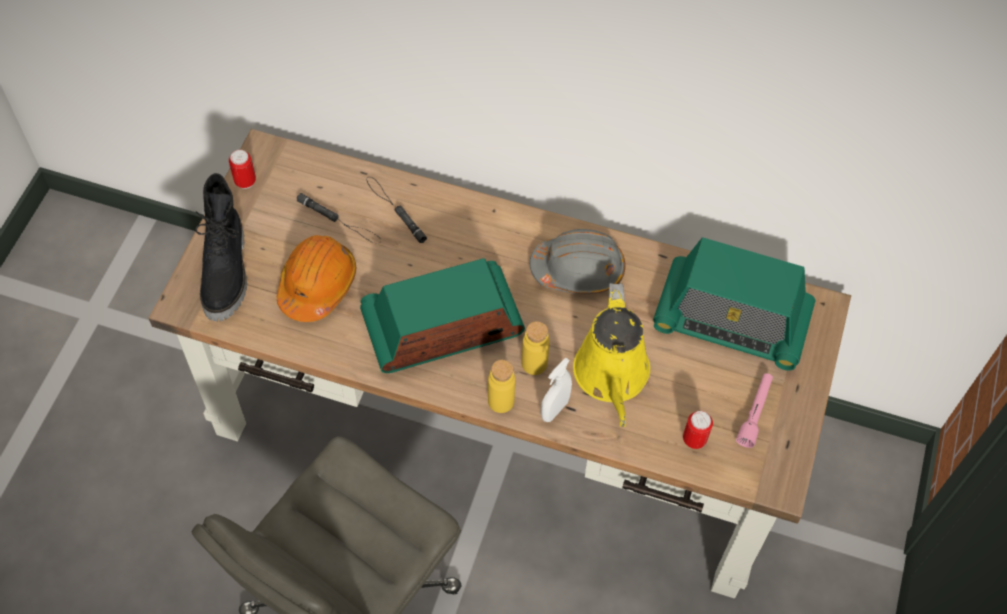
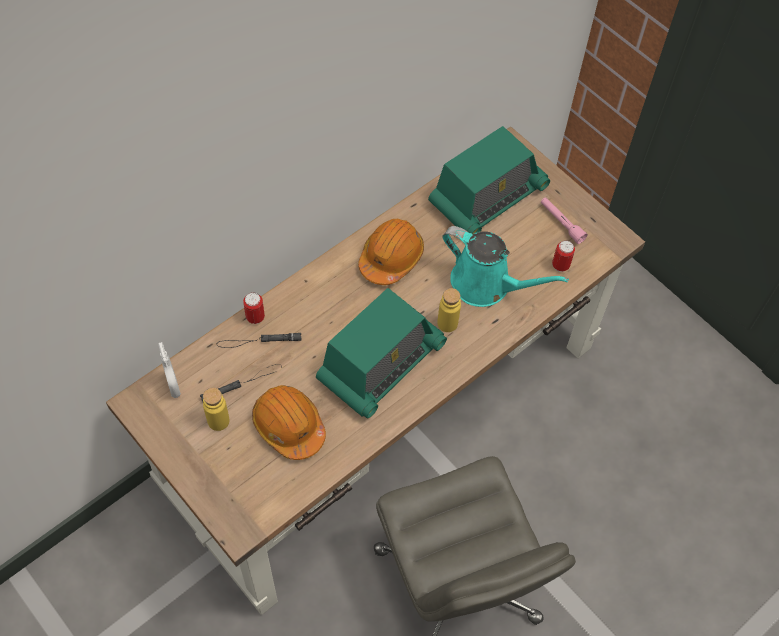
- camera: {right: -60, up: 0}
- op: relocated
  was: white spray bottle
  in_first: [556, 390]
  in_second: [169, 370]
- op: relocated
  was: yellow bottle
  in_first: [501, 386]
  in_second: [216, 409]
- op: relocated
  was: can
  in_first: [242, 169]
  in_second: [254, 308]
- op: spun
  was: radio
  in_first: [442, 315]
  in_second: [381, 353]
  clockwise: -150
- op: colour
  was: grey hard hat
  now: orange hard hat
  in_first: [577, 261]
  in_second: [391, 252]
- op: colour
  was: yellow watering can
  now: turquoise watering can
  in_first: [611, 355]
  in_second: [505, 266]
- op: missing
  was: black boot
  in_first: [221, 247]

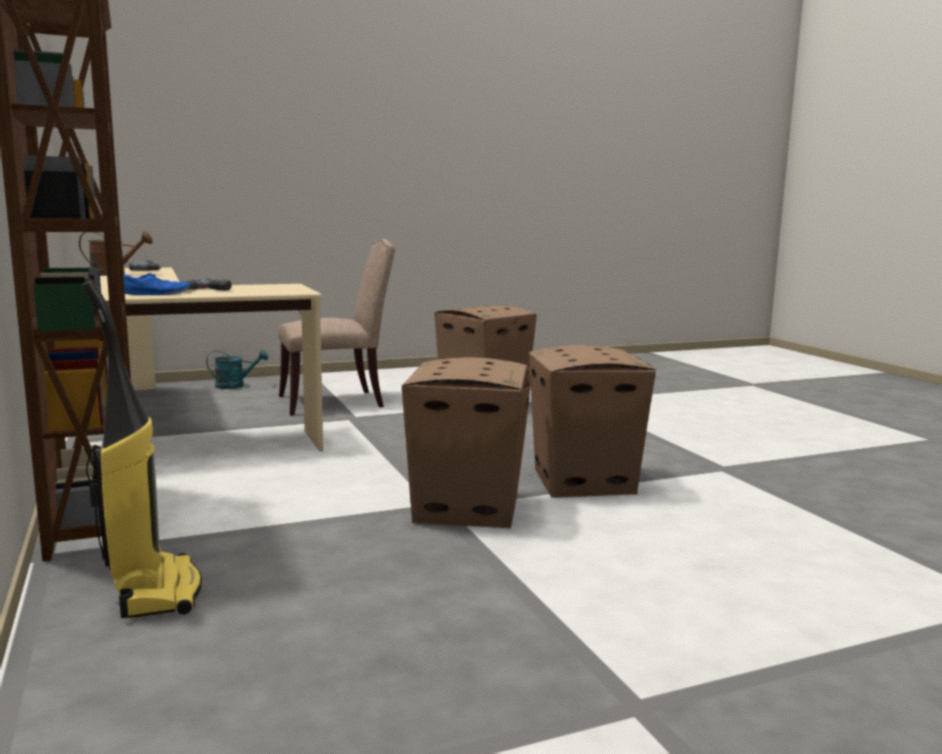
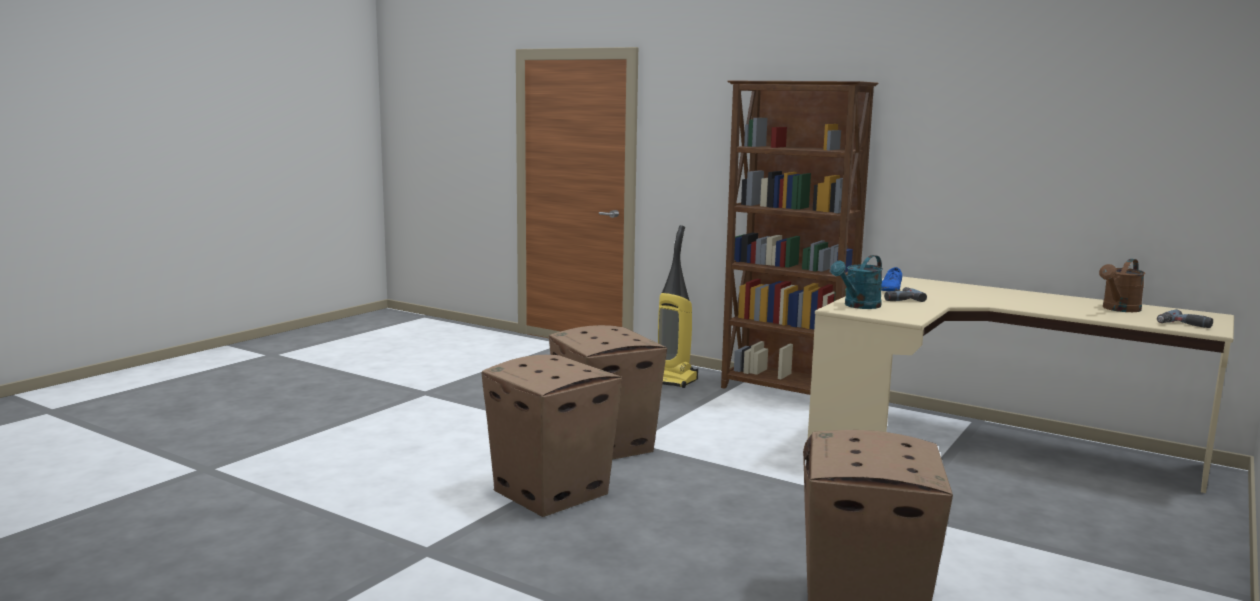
- camera: {right: 145, up: 0}
- op: relocated
  was: turquoise watering can
  in_first: [237, 369]
  in_second: [857, 282]
- op: missing
  was: beige chair
  in_first: [337, 327]

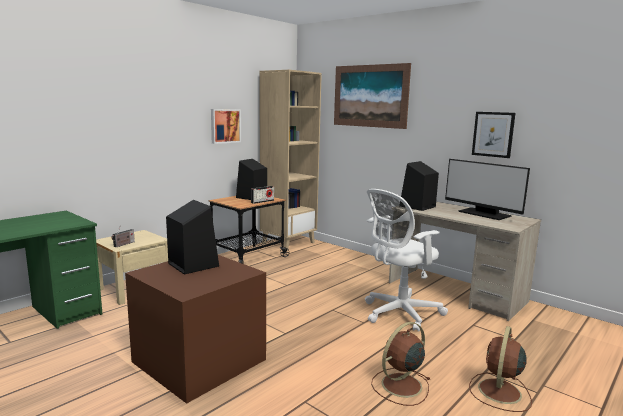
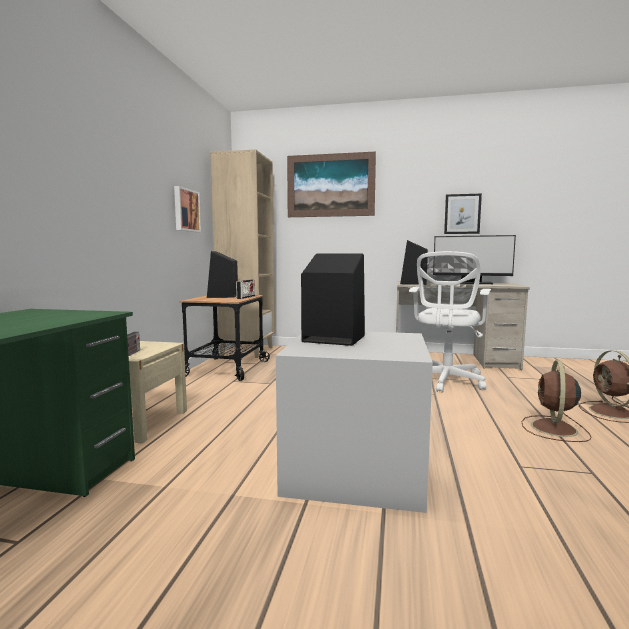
- camera: {right: -30, up: -5}
- op: colour
  was: brown storage box
  now: grey storage box
  in_first: [195, 329]
  in_second: [354, 422]

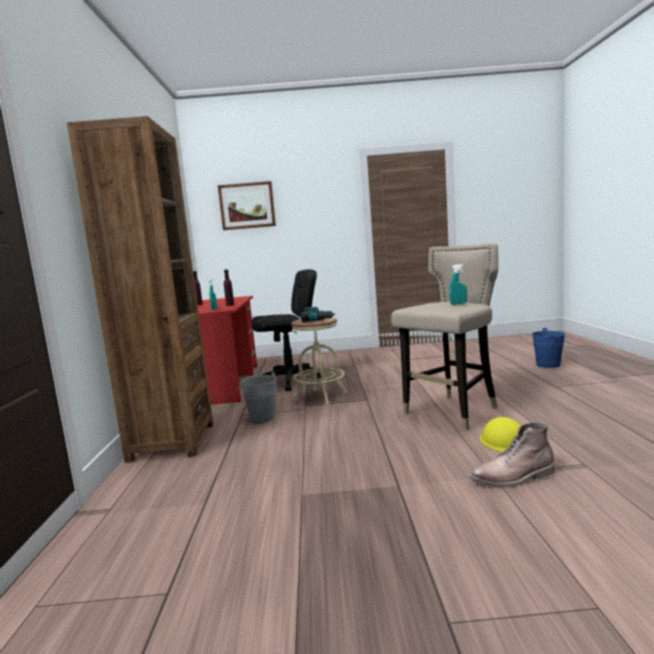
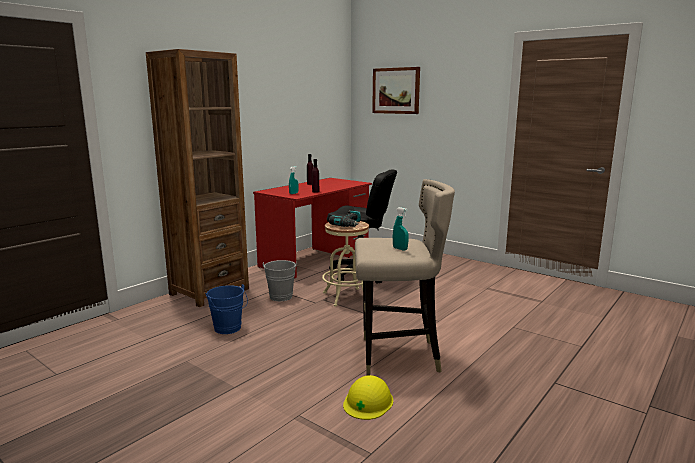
- camera: {right: 40, up: 5}
- op: relocated
  was: blue bucket
  in_first: [551, 348]
  in_second: [226, 309]
- op: missing
  was: brown boot
  in_first: [512, 455]

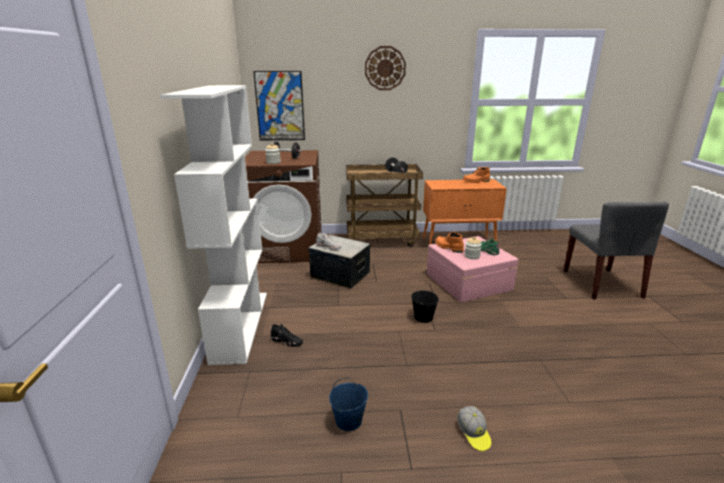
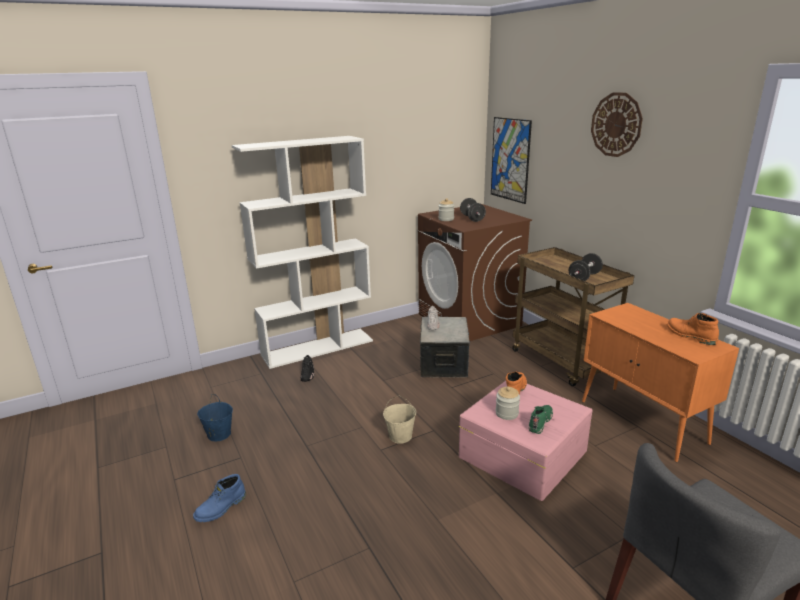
- camera: {right: 65, up: 0}
- op: exchanged
  was: cap
  now: blue boot
  in_first: [474, 428]
  in_second: [219, 498]
- op: colour
  was: black bucket
  now: beige bucket
  in_first: [425, 303]
  in_second: [399, 419]

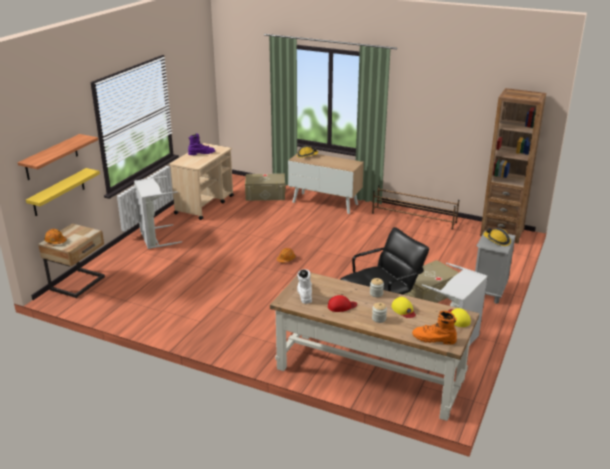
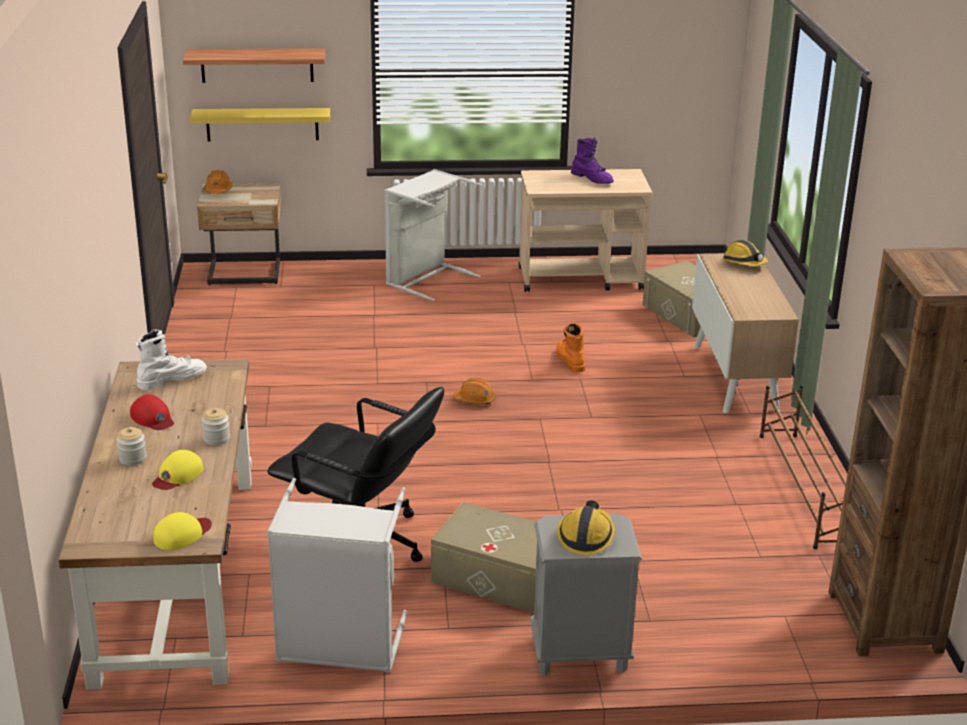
- camera: {right: 60, up: 0}
- op: relocated
  was: orange boot
  in_first: [434, 328]
  in_second: [571, 348]

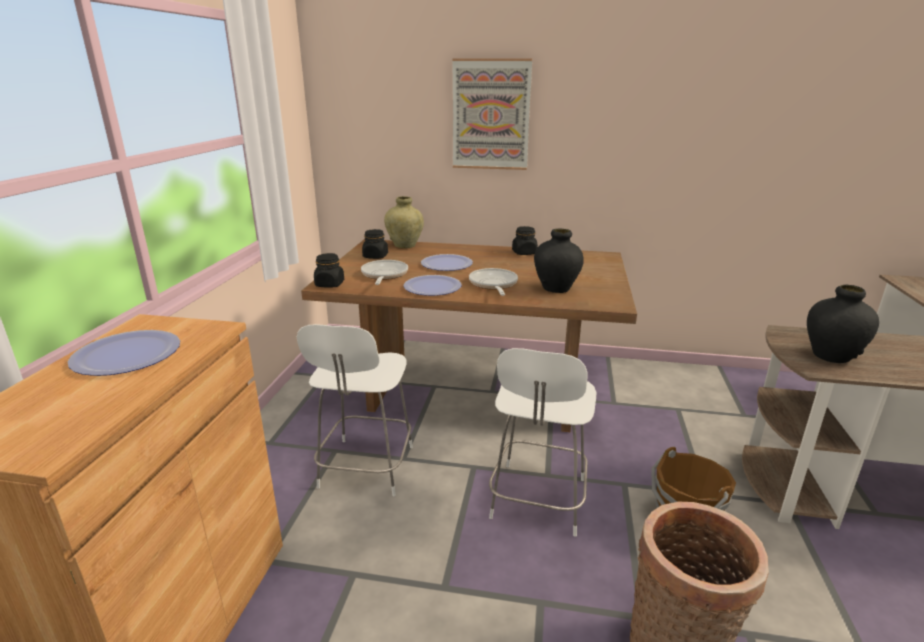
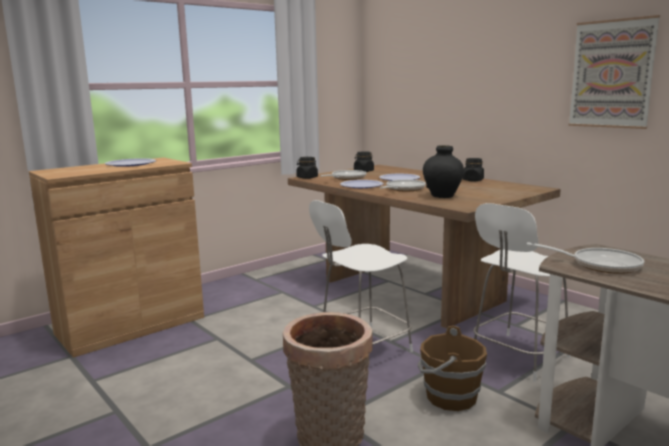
- camera: {right: 40, up: -10}
- op: relocated
  was: white chair
  in_first: [355, 410]
  in_second: [521, 292]
- op: exchanged
  was: black vase
  now: frying pan
  in_first: [843, 323]
  in_second: [585, 258]
- op: relocated
  was: picture
  in_first: [492, 114]
  in_second: [614, 72]
- op: missing
  was: beige vase
  in_first: [404, 222]

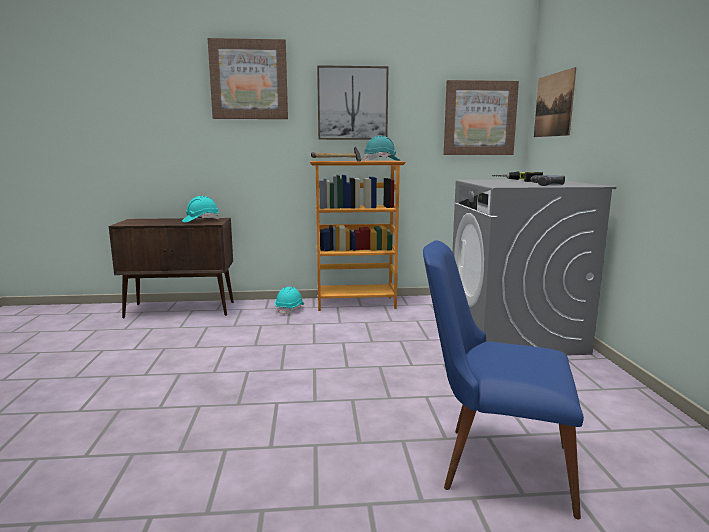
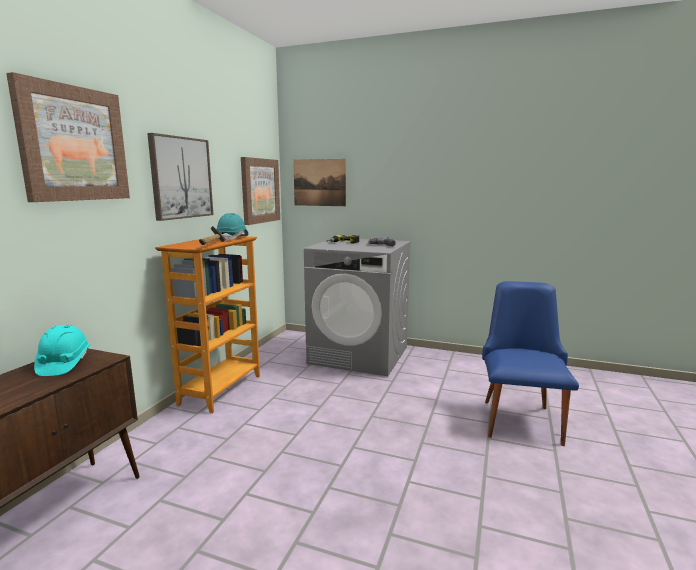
- camera: {right: -65, up: 0}
- op: spun
  was: blue chair
  in_first: [503, 380]
  in_second: [530, 363]
  clockwise: 150
- op: missing
  was: turquoise hard hat
  in_first: [289, 301]

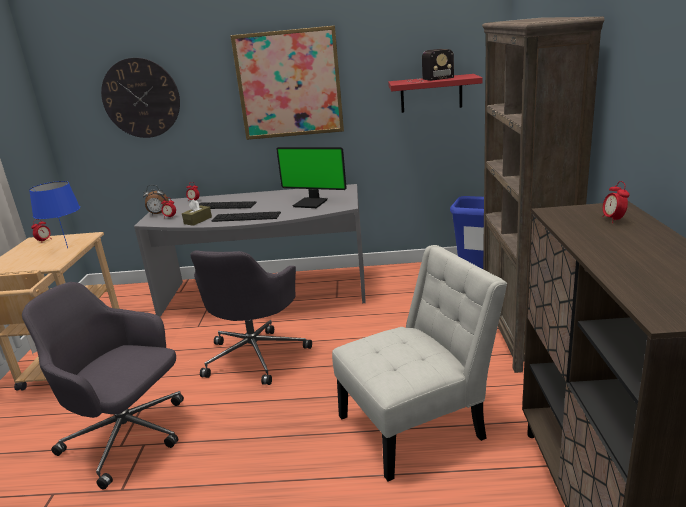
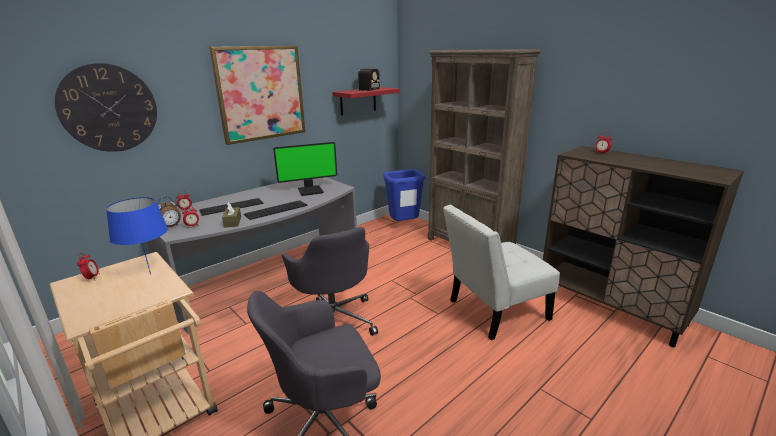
- camera: {right: -45, up: 0}
- op: spun
  was: white chair
  in_first: [419, 363]
  in_second: [501, 272]
  clockwise: -135

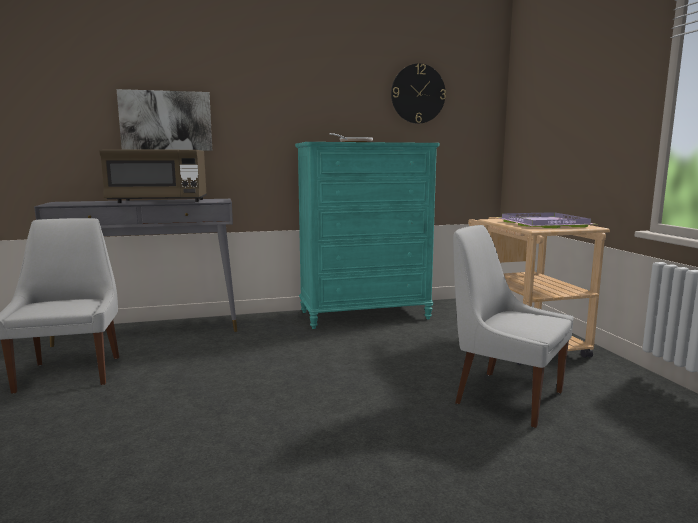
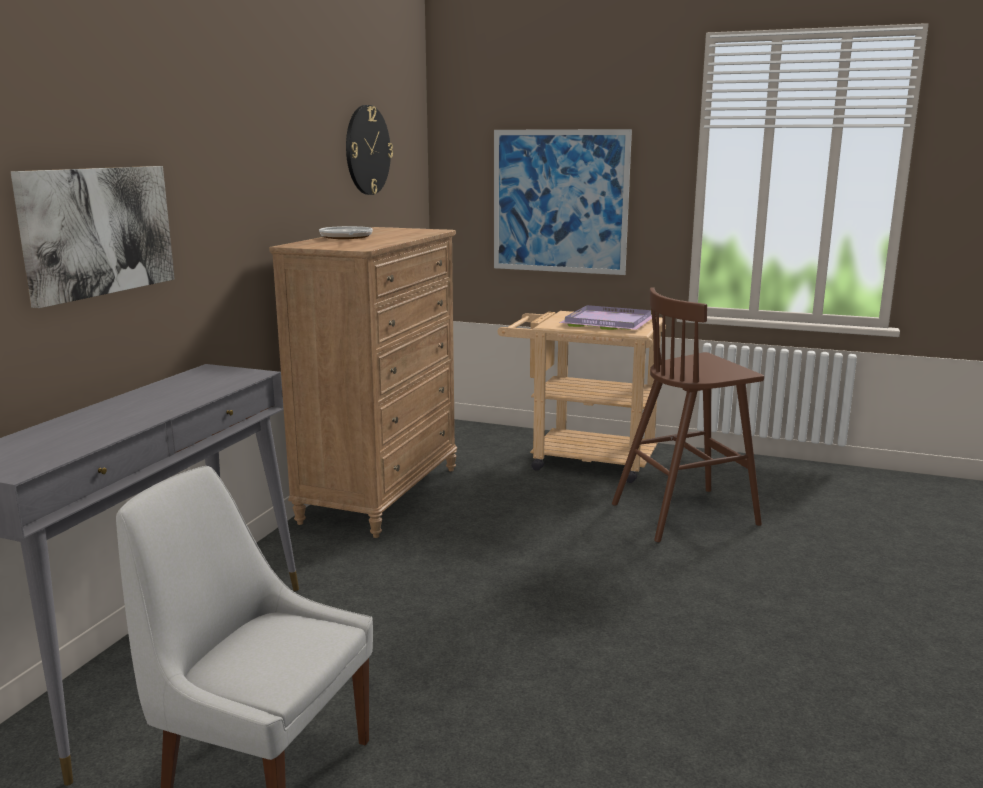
- camera: {right: -55, up: 5}
- op: colour
  was: turquoise dresser
  now: brown dresser
  in_first: [367, 235]
  in_second: [363, 382]
- op: appeared
  now: picture
  in_second: [563, 202]
- op: exchanged
  was: white chair
  now: brown stool
  in_first: [513, 326]
  in_second: [688, 414]
- op: missing
  was: brown microwave
  in_first: [153, 176]

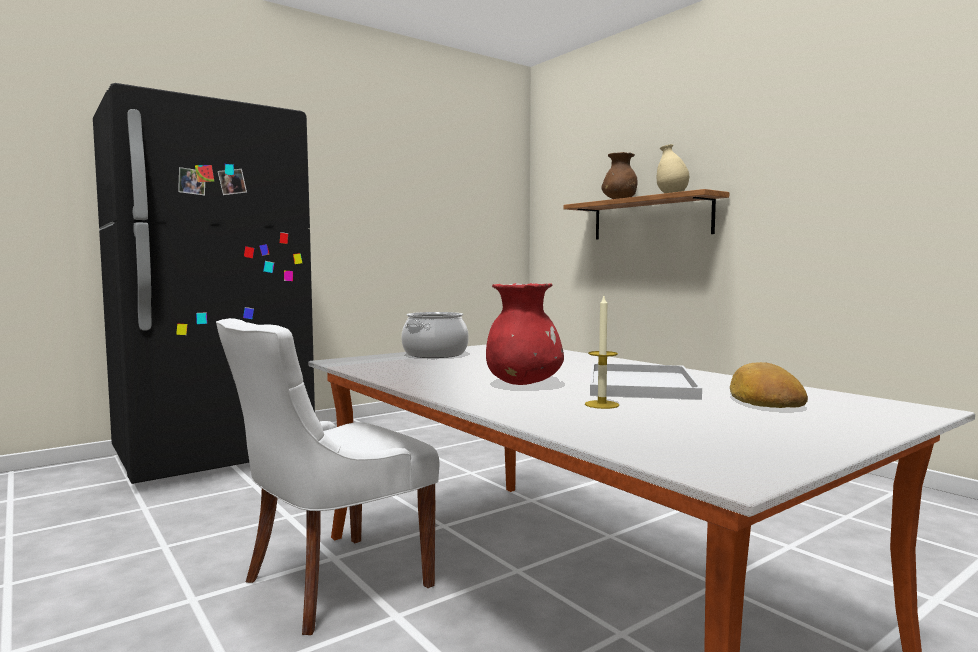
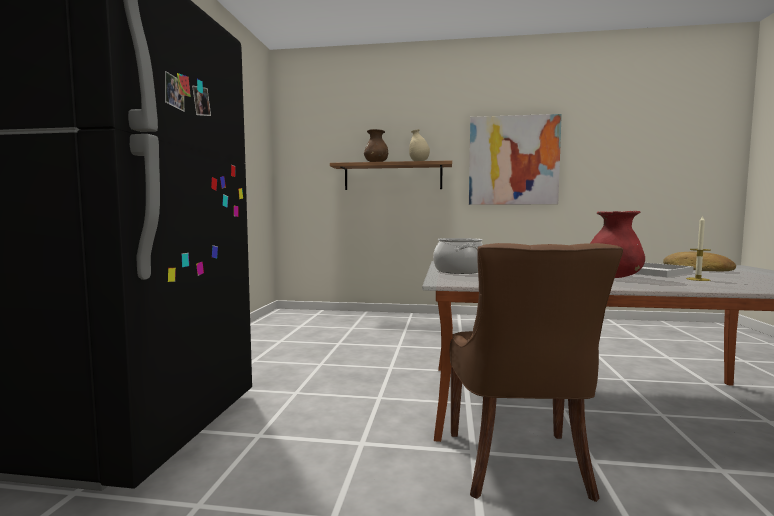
- camera: {right: -45, up: 0}
- op: colour
  was: white chair
  now: brown chair
  in_first: [327, 476]
  in_second: [536, 372]
- op: appeared
  now: picture
  in_second: [515, 159]

